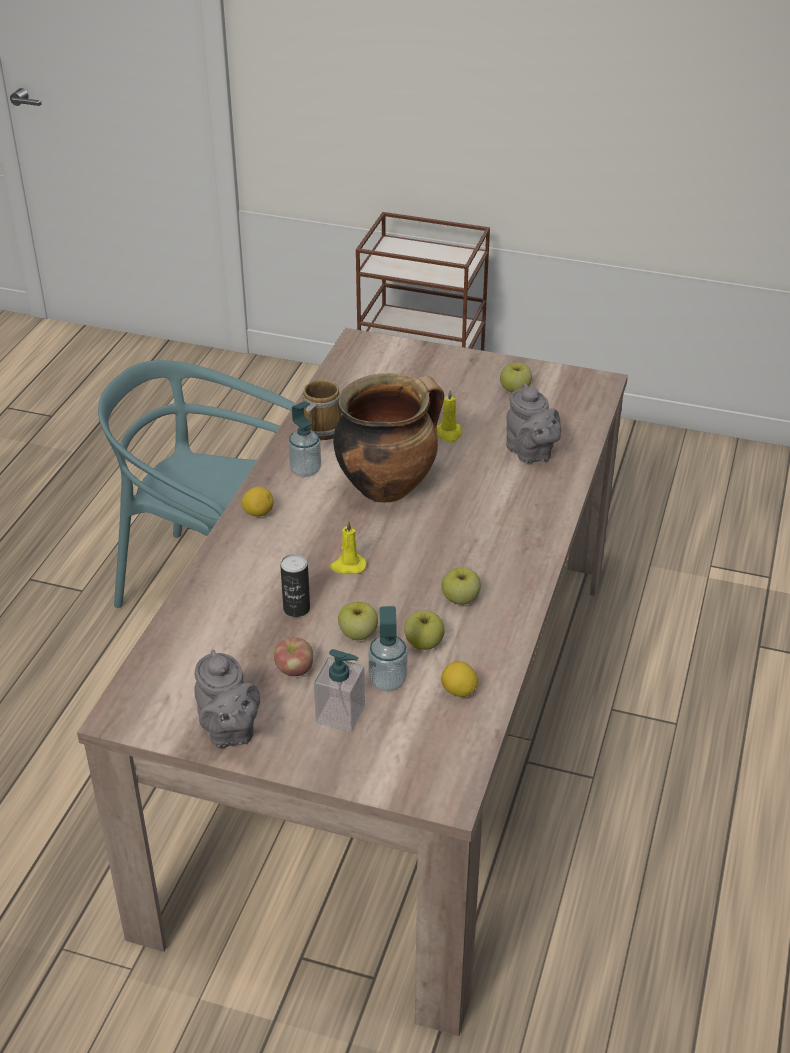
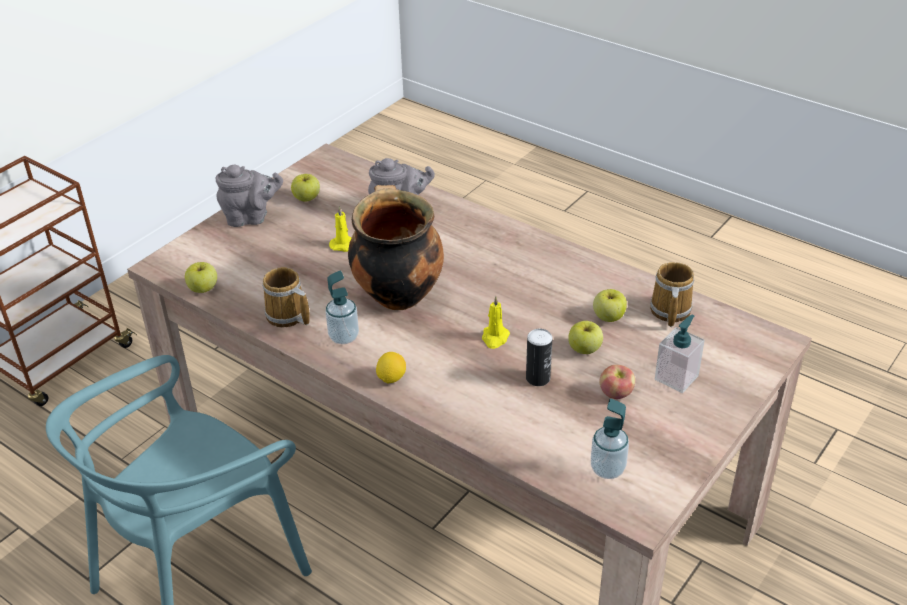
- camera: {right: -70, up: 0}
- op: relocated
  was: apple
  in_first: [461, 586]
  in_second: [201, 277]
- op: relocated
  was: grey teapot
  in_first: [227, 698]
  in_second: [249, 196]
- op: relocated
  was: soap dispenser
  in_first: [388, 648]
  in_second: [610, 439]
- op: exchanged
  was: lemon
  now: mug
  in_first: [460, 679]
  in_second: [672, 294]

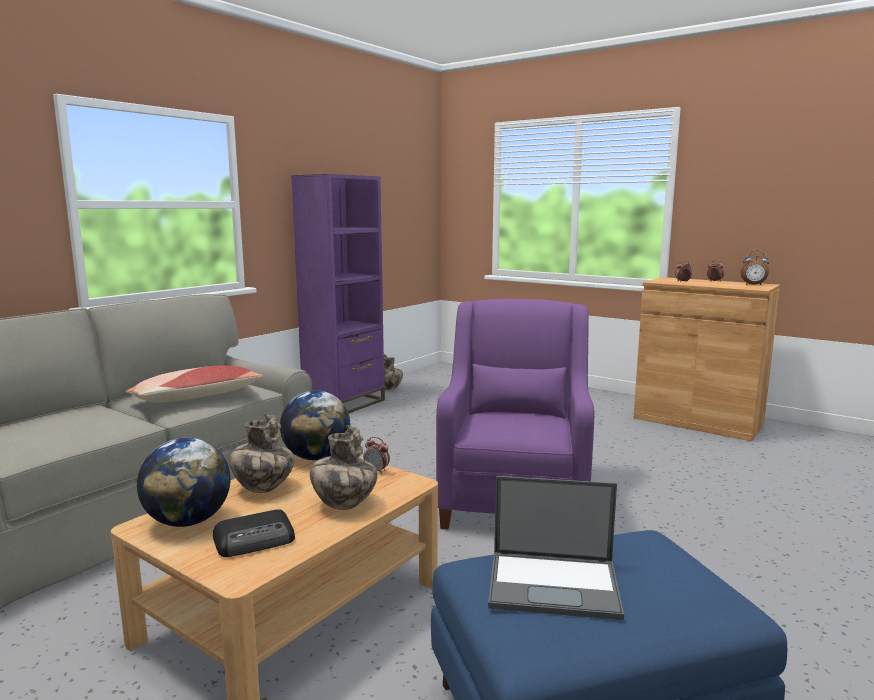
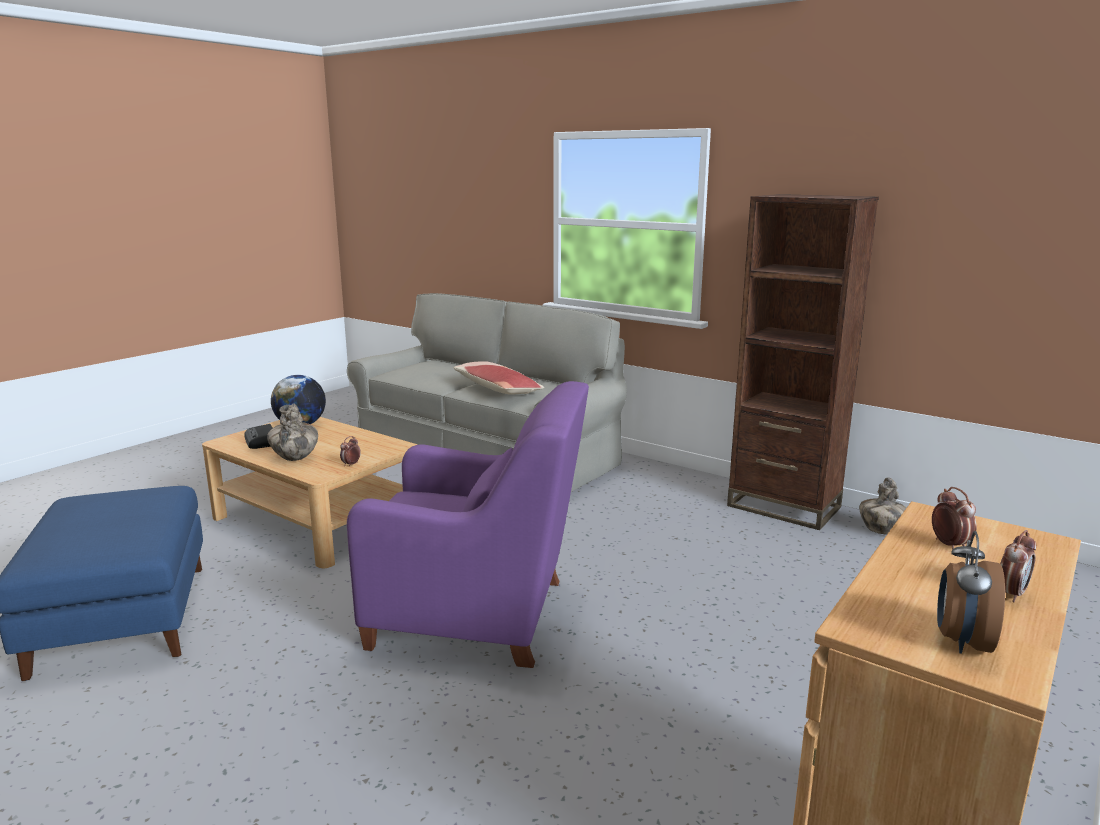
- camera: {right: 90, up: 5}
- op: colour
  was: purple bookcase
  now: brown bookcase
  in_first: [338, 293]
  in_second: [803, 362]
- op: missing
  was: vase
  in_first: [262, 453]
- op: missing
  was: globe
  in_first: [315, 425]
- op: missing
  was: laptop
  in_first: [556, 548]

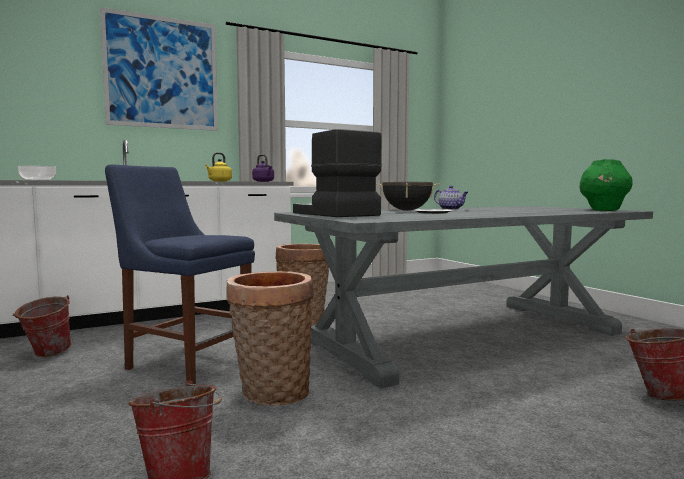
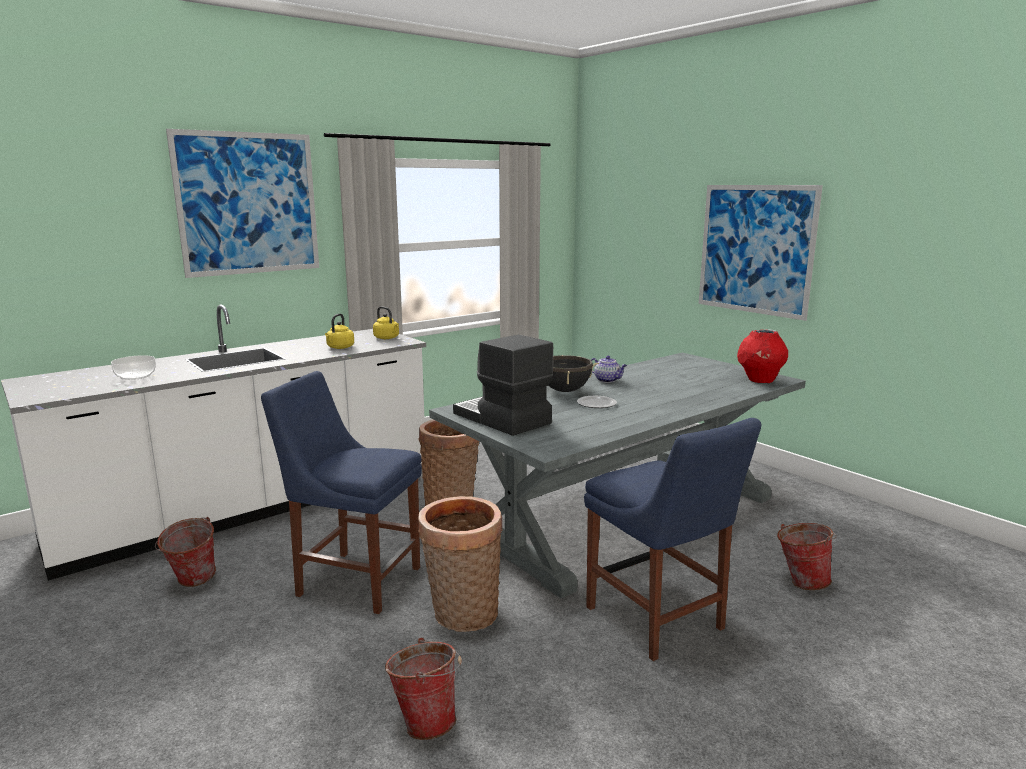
- camera: {right: -10, up: 10}
- op: colour
  was: purple kettle
  now: yellow kettle
  in_first: [263, 168]
  in_second: [386, 322]
- op: appeared
  now: blue chair
  in_second: [672, 539]
- op: appeared
  now: picture
  in_second: [761, 253]
- op: colour
  was: green vase
  now: red vase
  in_first: [606, 185]
  in_second: [762, 356]

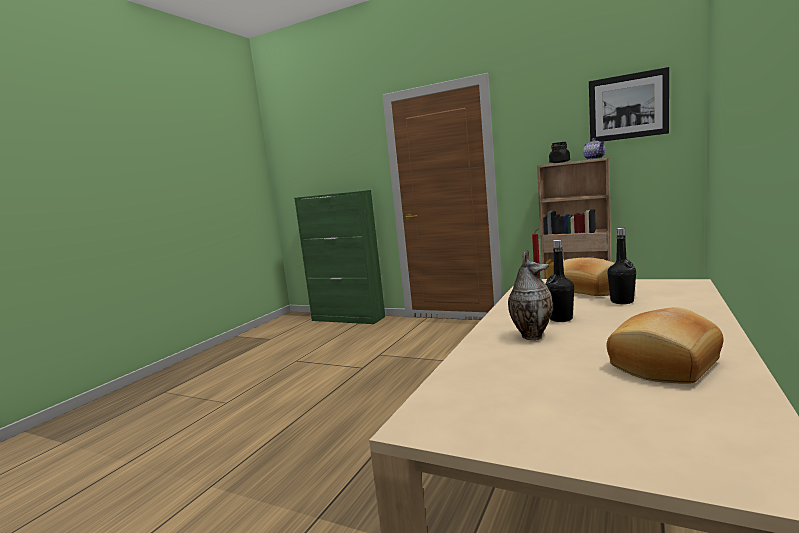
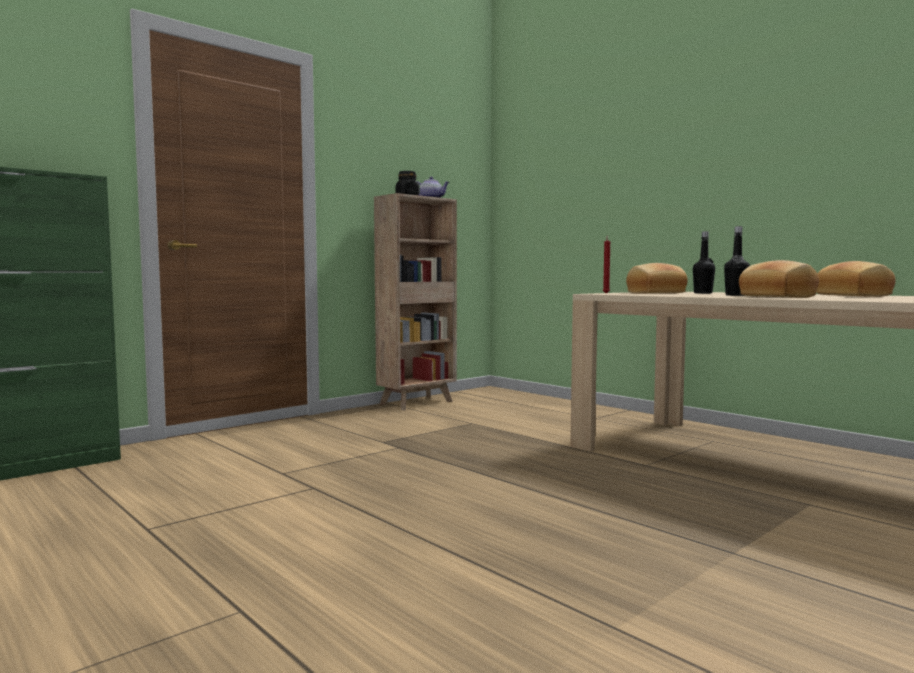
- camera: {right: -70, up: -5}
- op: exchanged
  was: vase
  now: bread
  in_first: [530, 295]
  in_second: [779, 279]
- op: missing
  was: picture
  in_first: [629, 104]

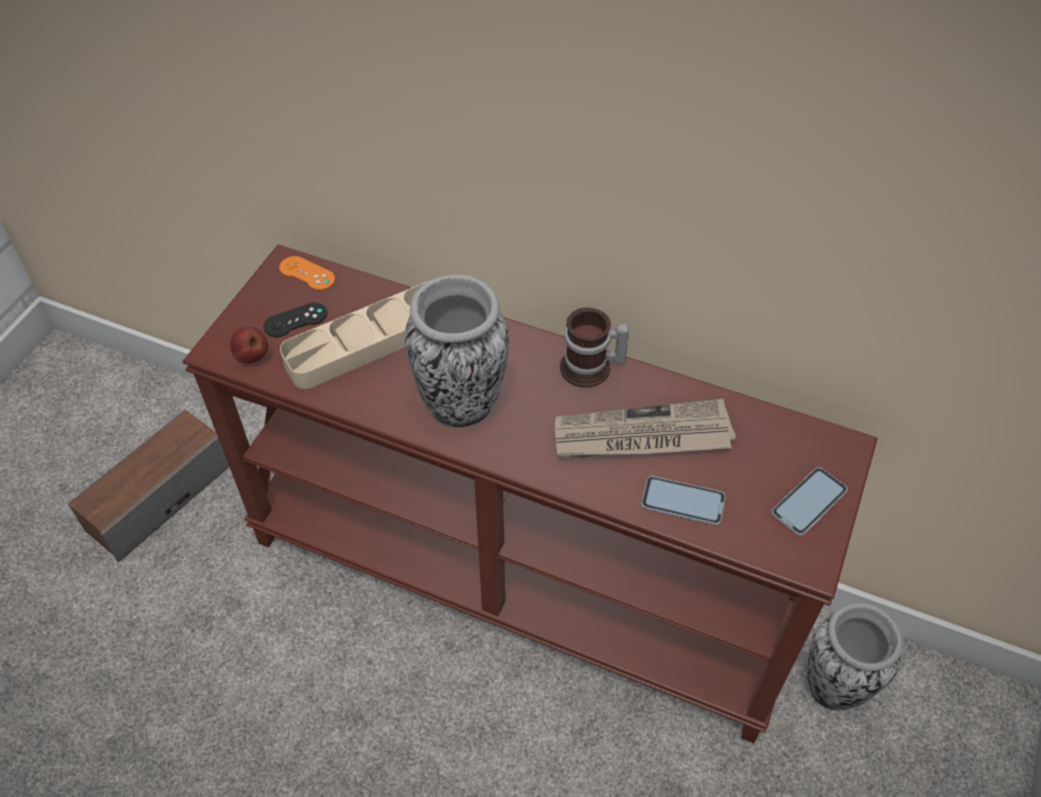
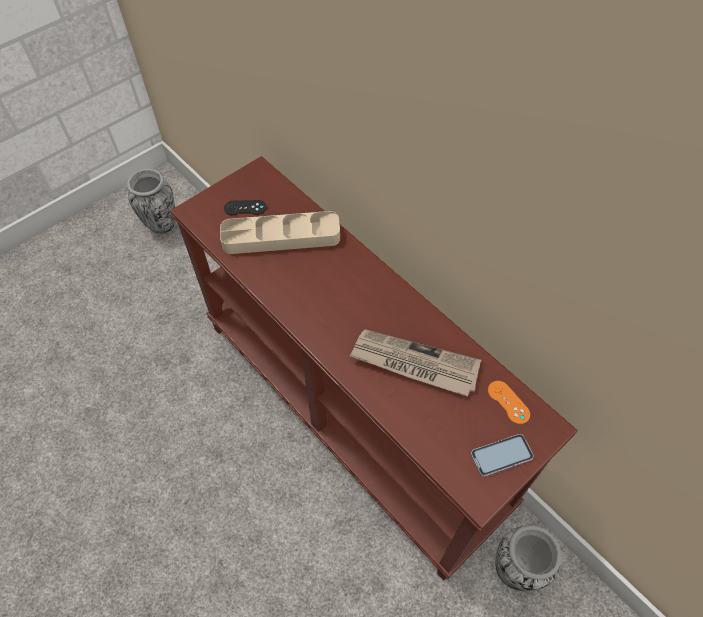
- camera: {right: 25, up: 5}
- op: relocated
  was: vase
  in_first: [456, 351]
  in_second: [151, 201]
- op: relocated
  was: orange game controller
  in_first: [307, 273]
  in_second: [509, 402]
- op: missing
  was: speaker
  in_first: [148, 486]
- op: missing
  was: apple
  in_first: [249, 345]
- op: missing
  was: mug
  in_first: [594, 347]
- op: missing
  was: phone
  in_first: [683, 500]

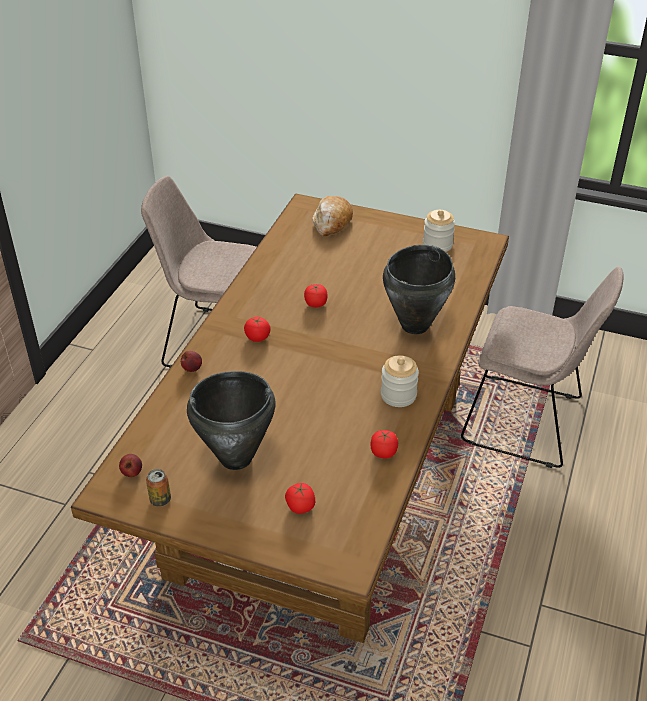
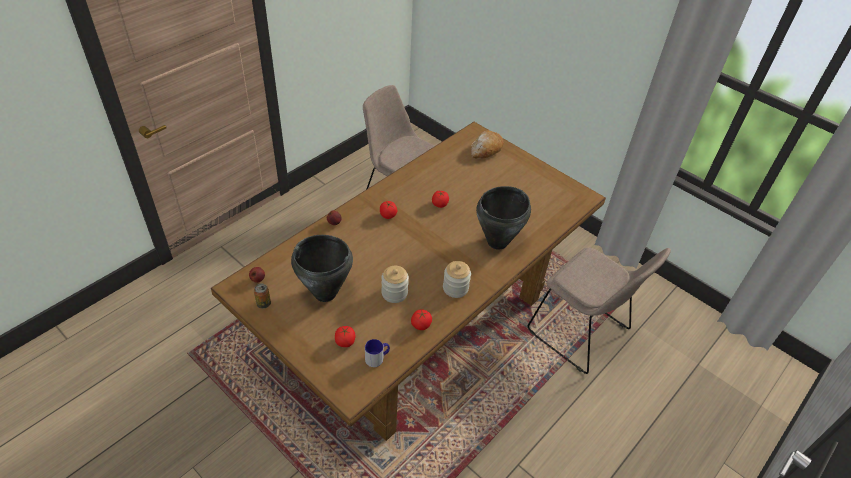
- camera: {right: 20, up: 5}
- op: appeared
  now: mug
  in_second: [377, 353]
- op: relocated
  was: jar
  in_first: [439, 231]
  in_second: [395, 284]

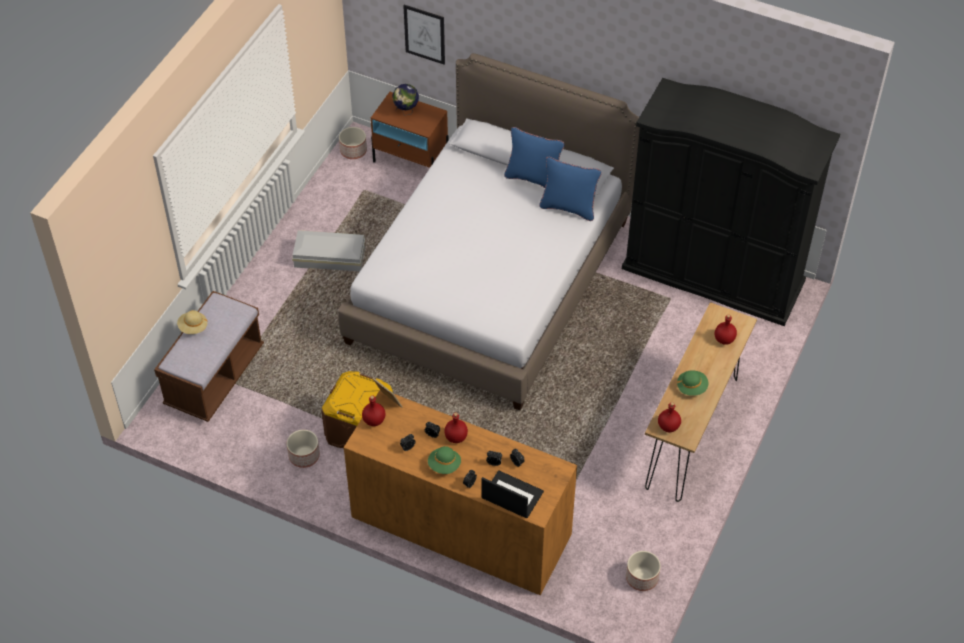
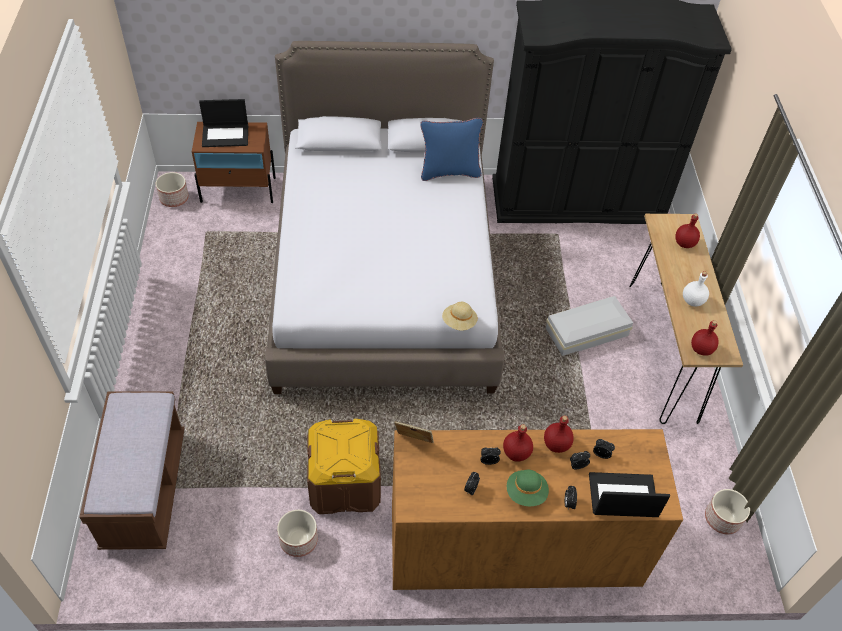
- camera: {right: -30, up: 0}
- op: exchanged
  was: globe
  now: laptop
  in_first: [405, 100]
  in_second: [223, 123]
- op: relocated
  was: beige hat
  in_first: [192, 322]
  in_second: [460, 316]
- op: relocated
  was: red bottle
  in_first: [374, 410]
  in_second: [559, 434]
- op: relocated
  was: white storage box
  in_first: [328, 251]
  in_second: [589, 326]
- op: exchanged
  was: green hat
  now: white bottle
  in_first: [692, 383]
  in_second: [696, 289]
- op: missing
  was: picture
  in_first: [424, 35]
- op: missing
  was: blue pillow
  in_first: [534, 157]

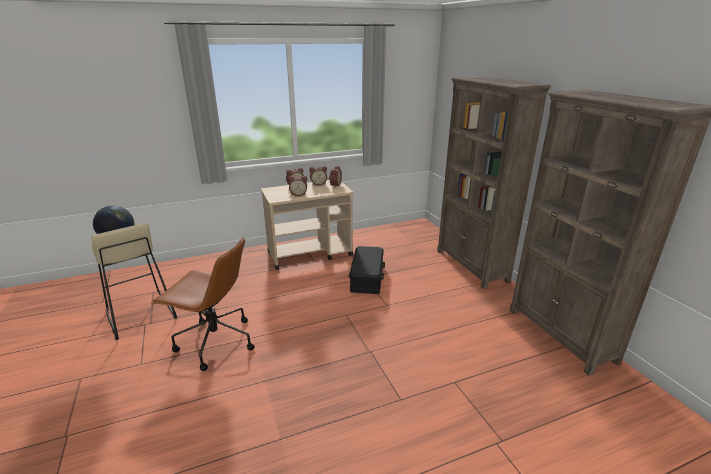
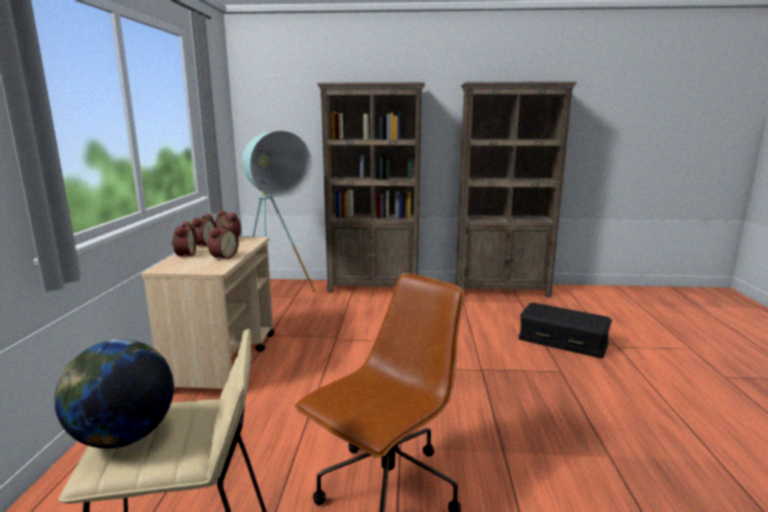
- camera: {right: -65, up: -10}
- op: appeared
  now: turquoise floor lamp
  in_second: [278, 211]
- op: relocated
  was: black storage box
  in_first: [367, 270]
  in_second: [565, 330]

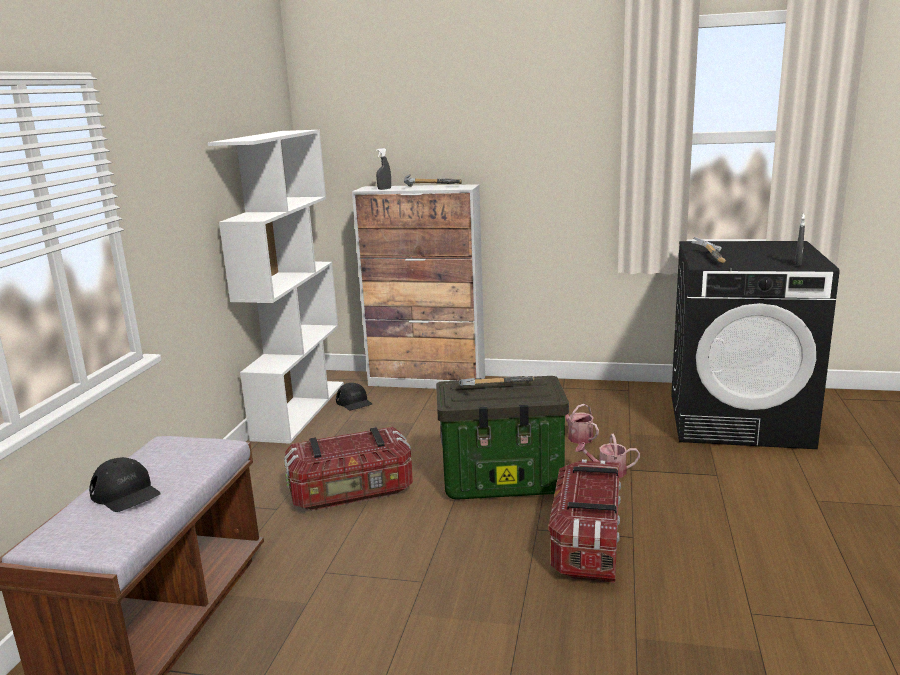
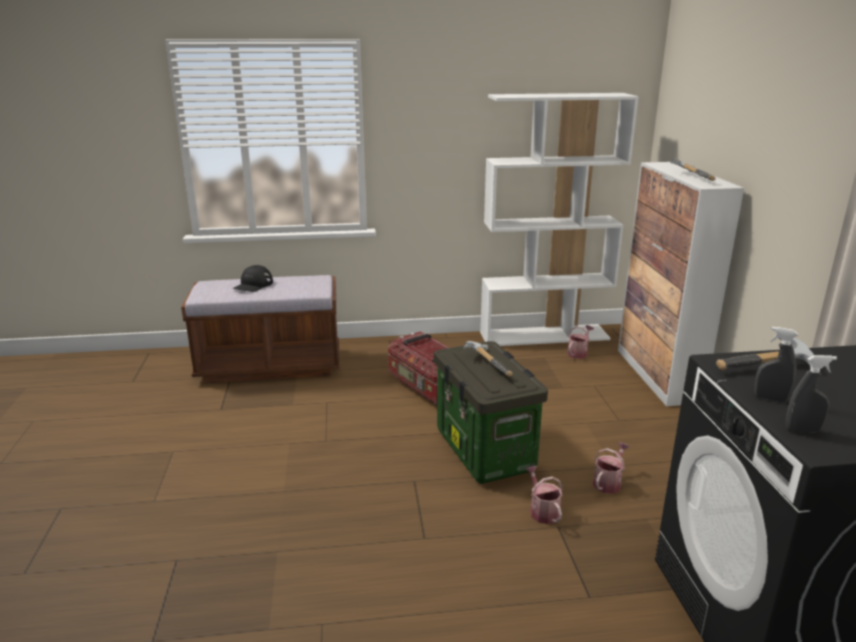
- camera: {right: 70, up: 5}
- op: exchanged
  was: black cap
  now: watering can
  in_first: [354, 396]
  in_second: [580, 342]
- op: relocated
  was: grey spray bottle
  in_first: [383, 169]
  in_second: [776, 365]
- op: missing
  was: storage box
  in_first: [585, 521]

